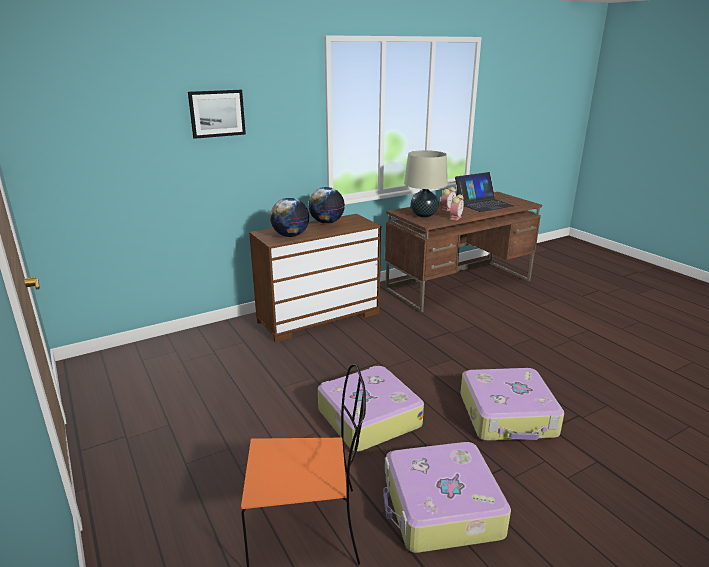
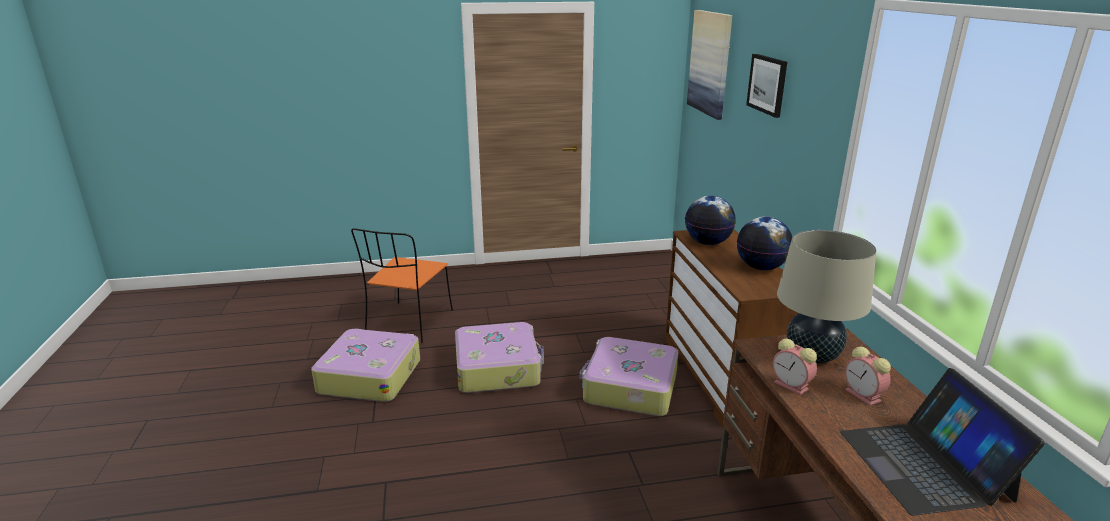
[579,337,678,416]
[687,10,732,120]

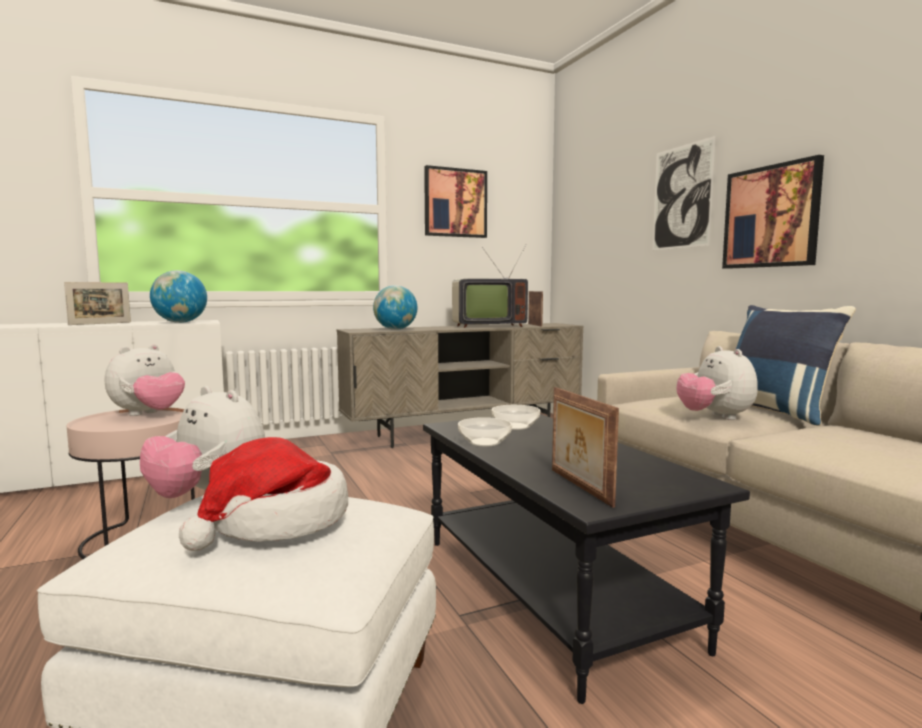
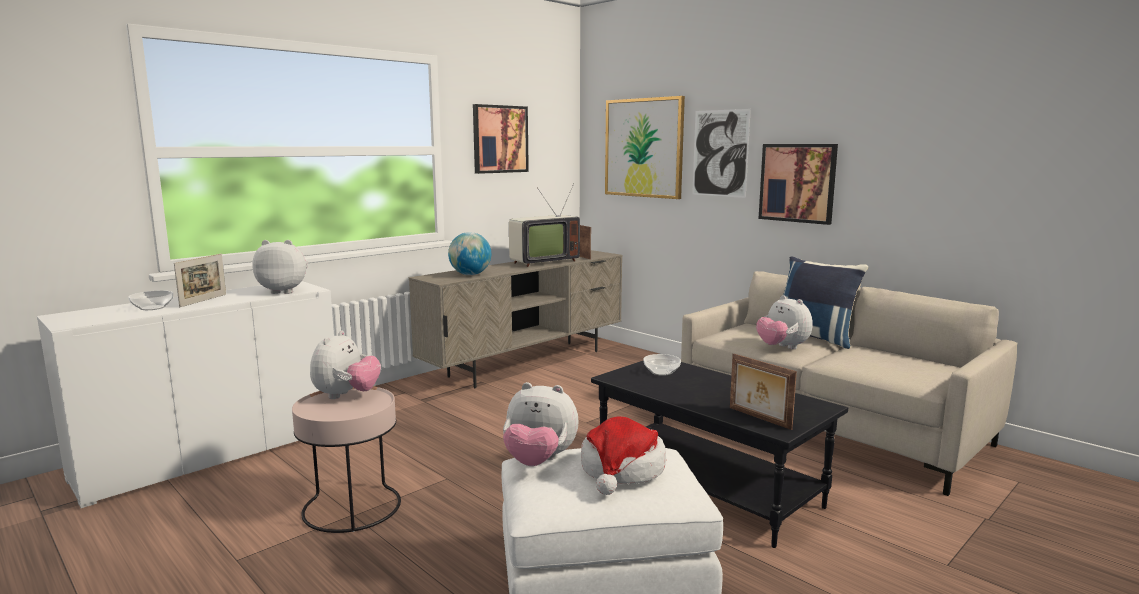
[128,290,173,310]
[252,240,308,294]
[605,96,685,199]

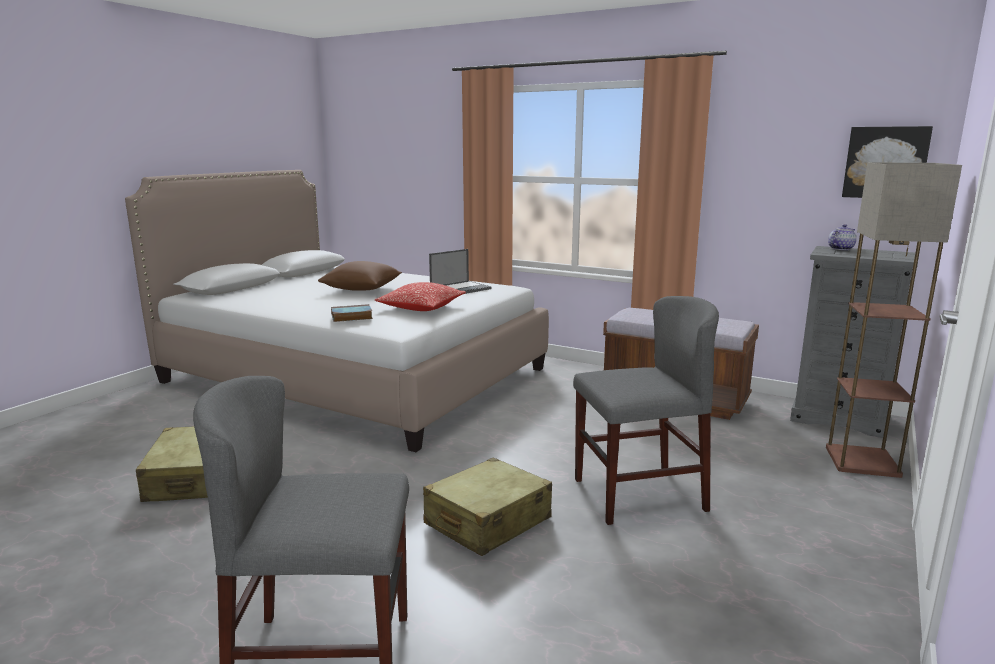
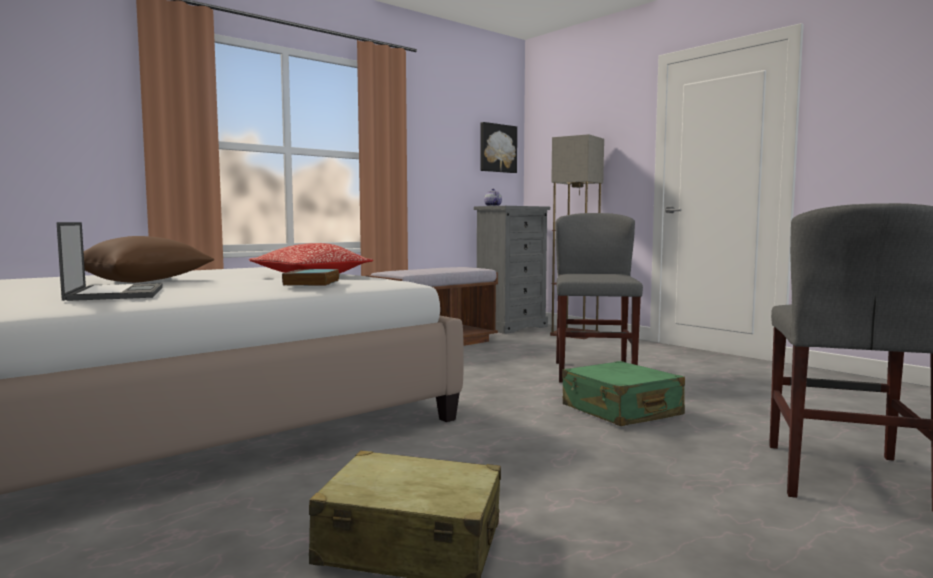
[57,222,163,301]
[562,361,685,426]

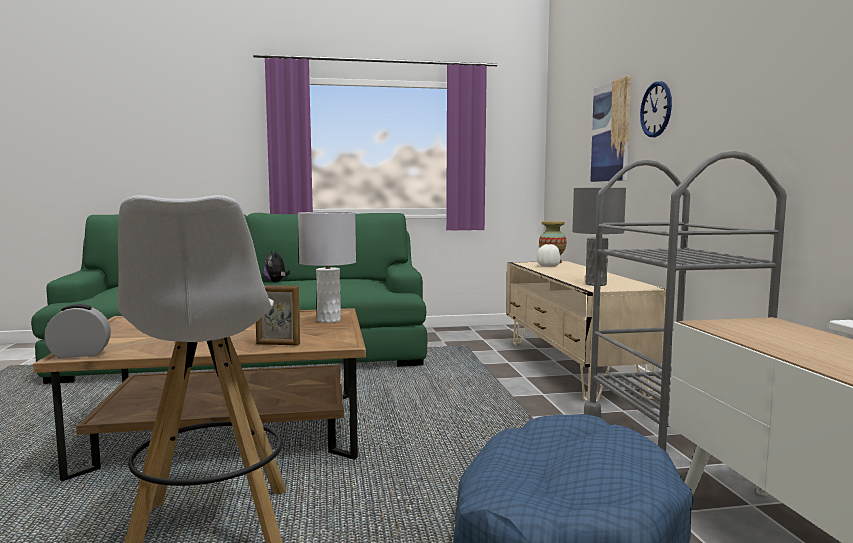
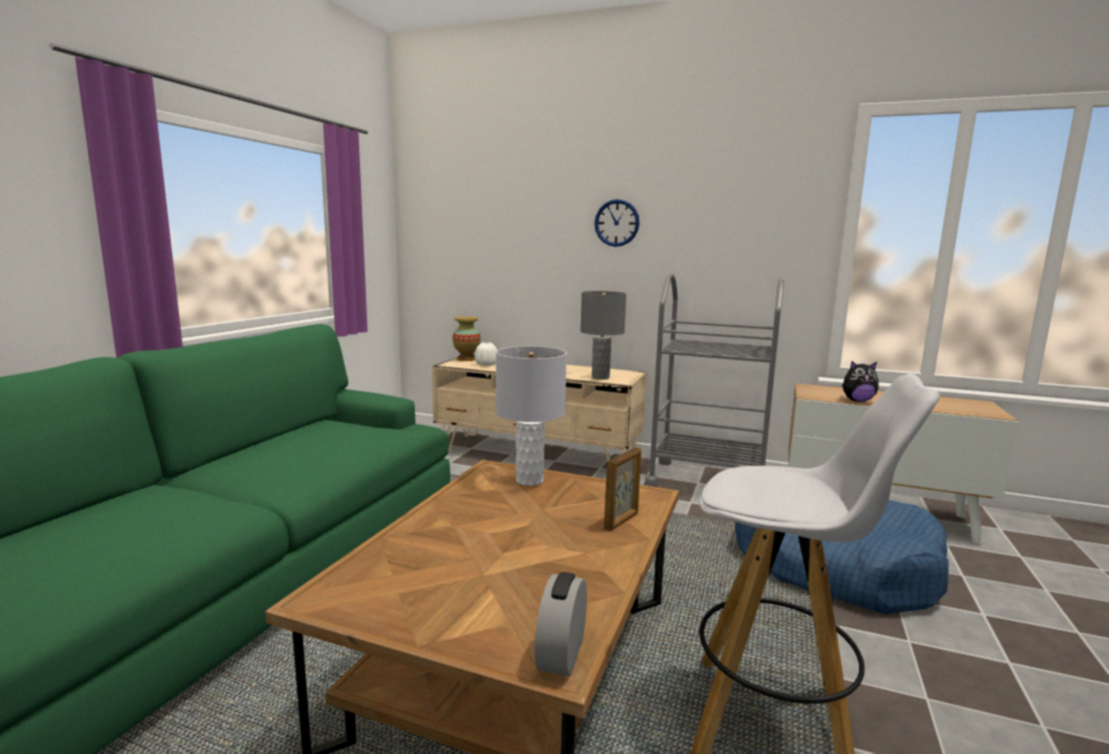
[842,361,879,402]
[590,76,631,182] (first image)

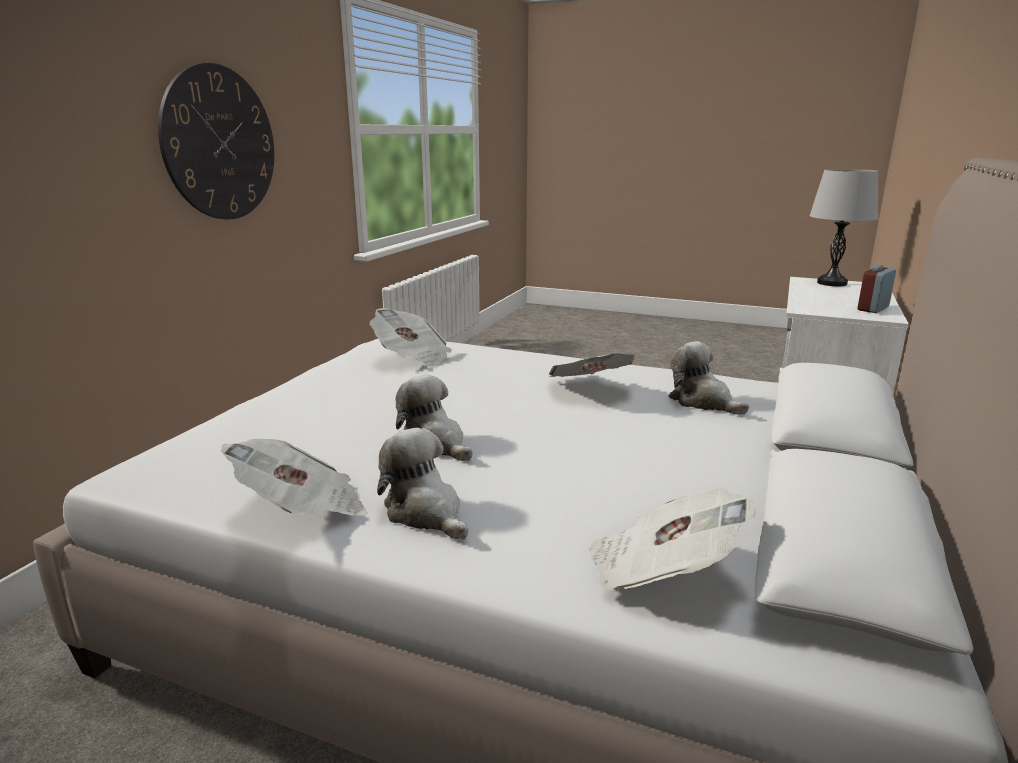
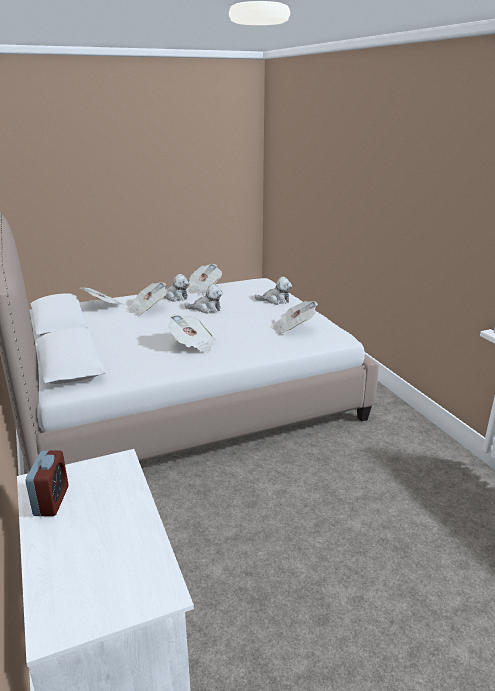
[126,282,167,314]
[254,277,292,305]
[158,63,274,219] (first image)
[809,169,878,286] (first image)

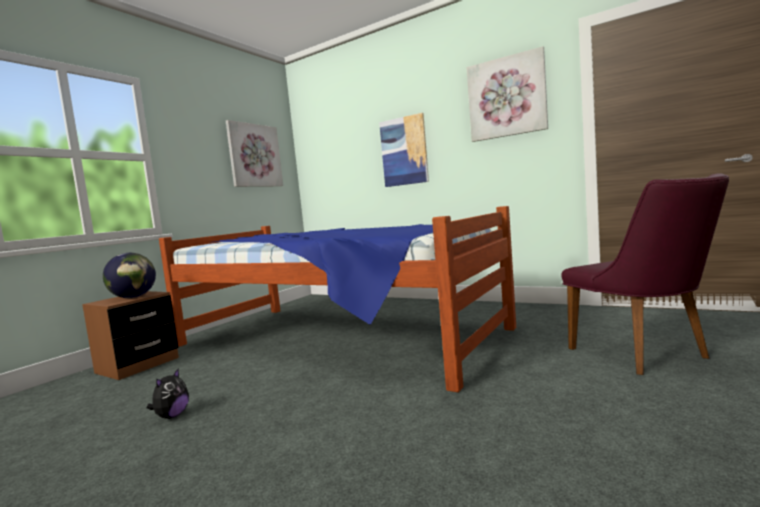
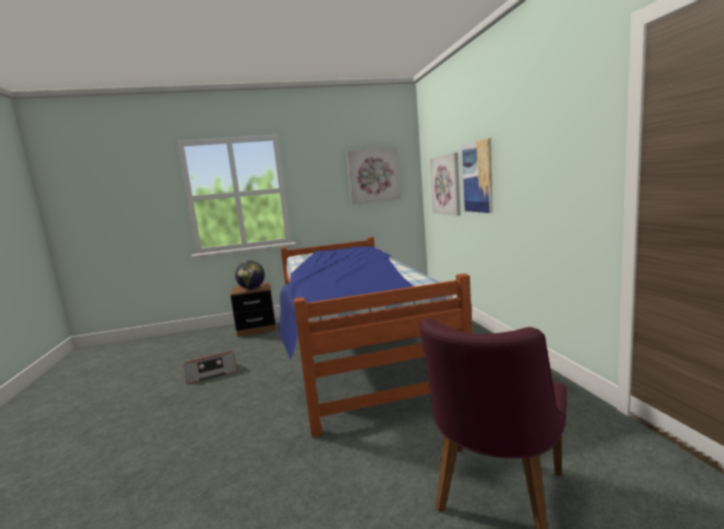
[184,351,238,384]
[430,152,461,216]

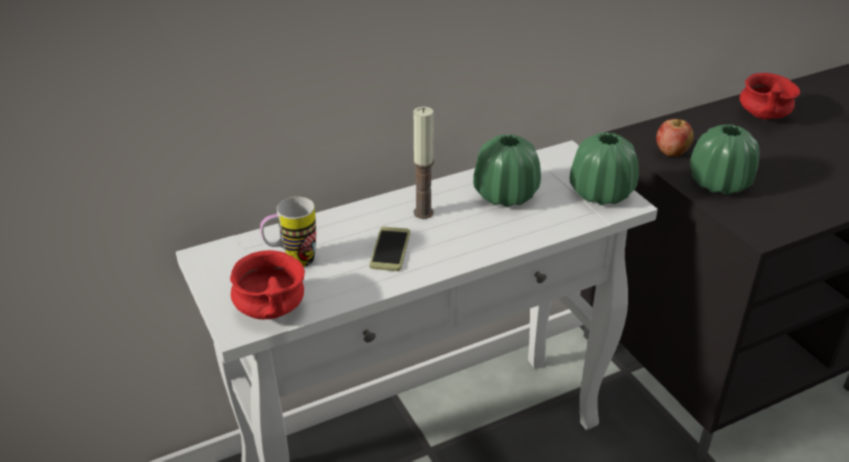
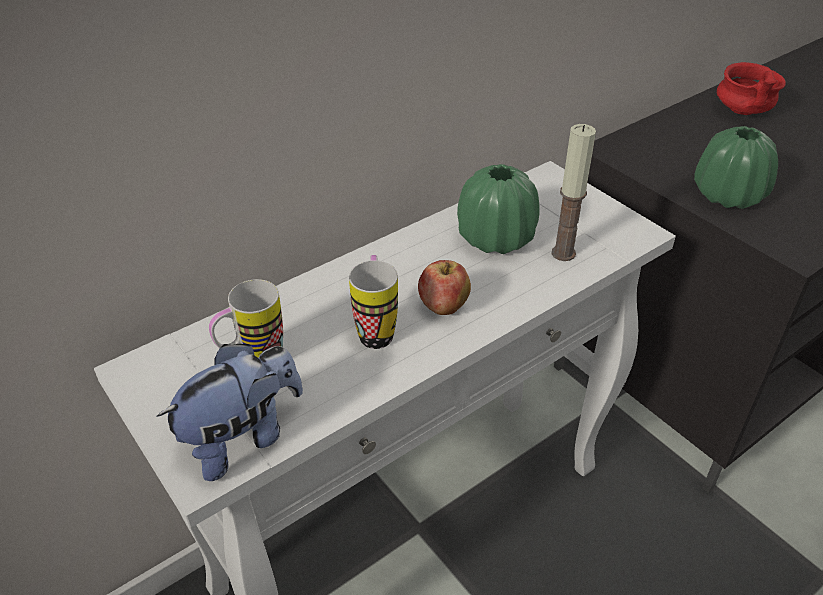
[156,344,303,481]
[349,255,398,349]
[418,260,471,315]
[551,124,596,261]
[570,132,639,205] (first image)

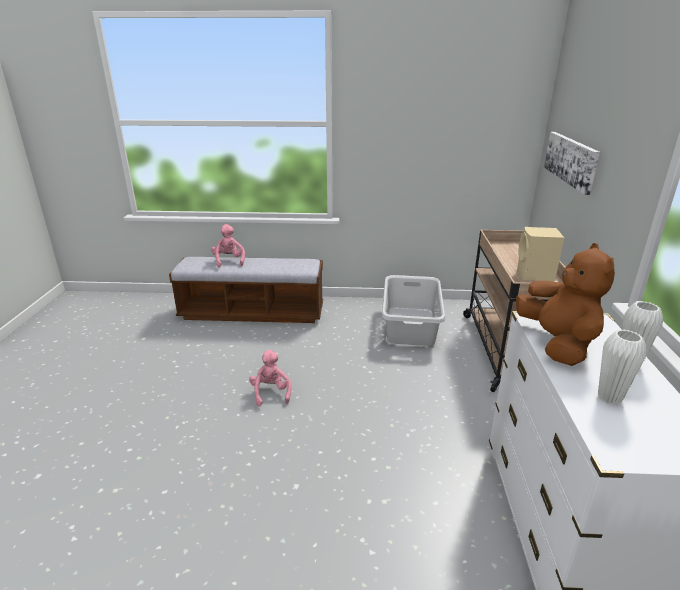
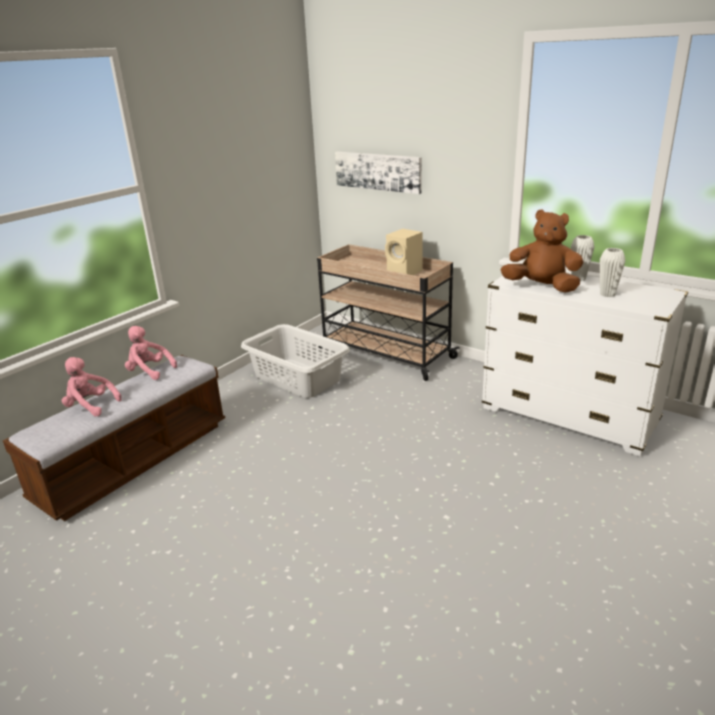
[125,326,177,380]

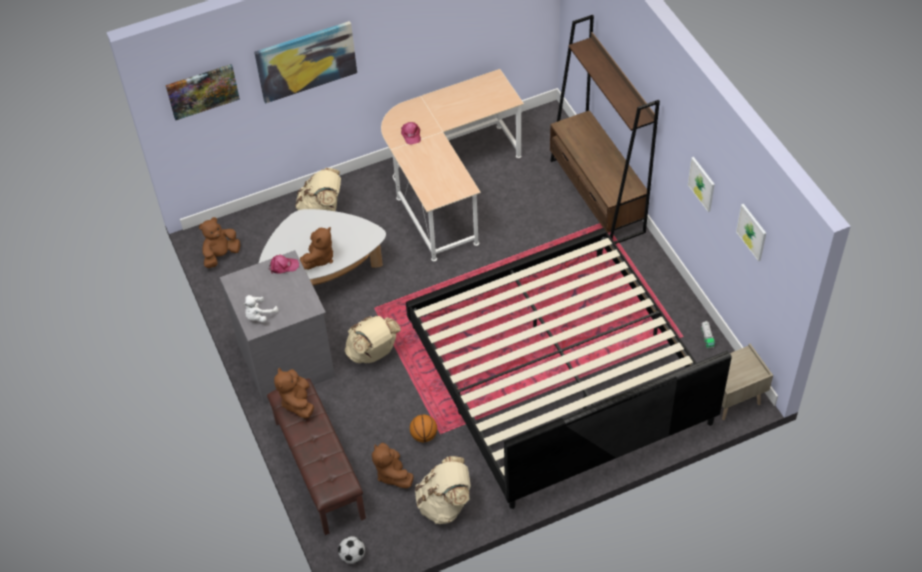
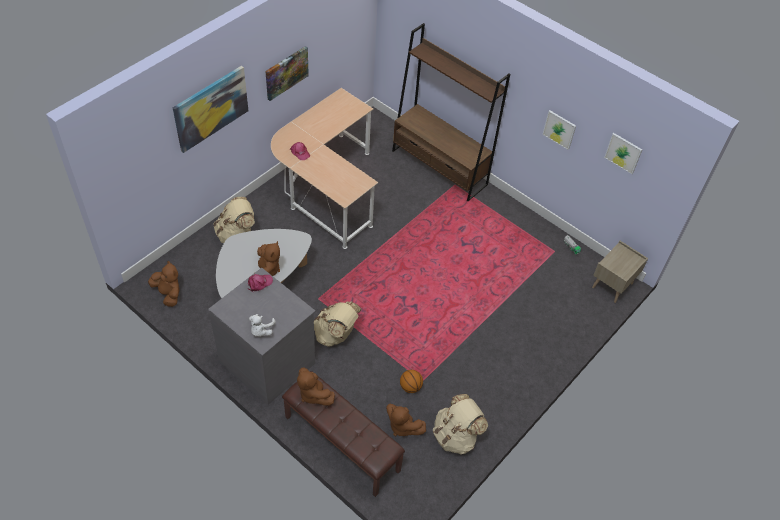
[148,261,179,307]
[265,46,309,101]
[338,536,365,564] (first image)
[406,228,732,509] (first image)

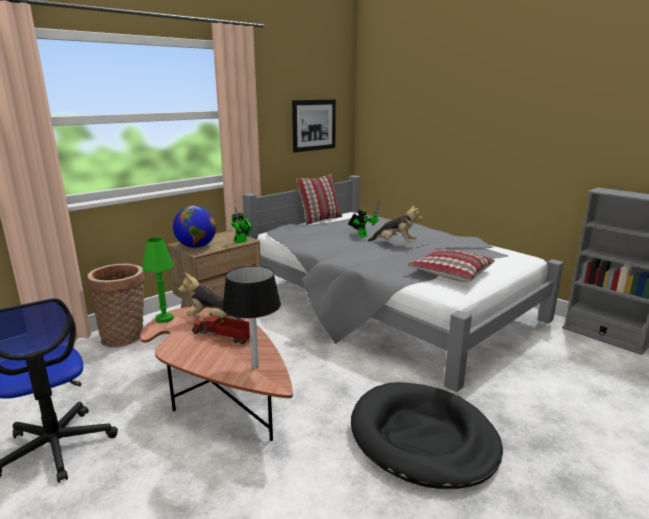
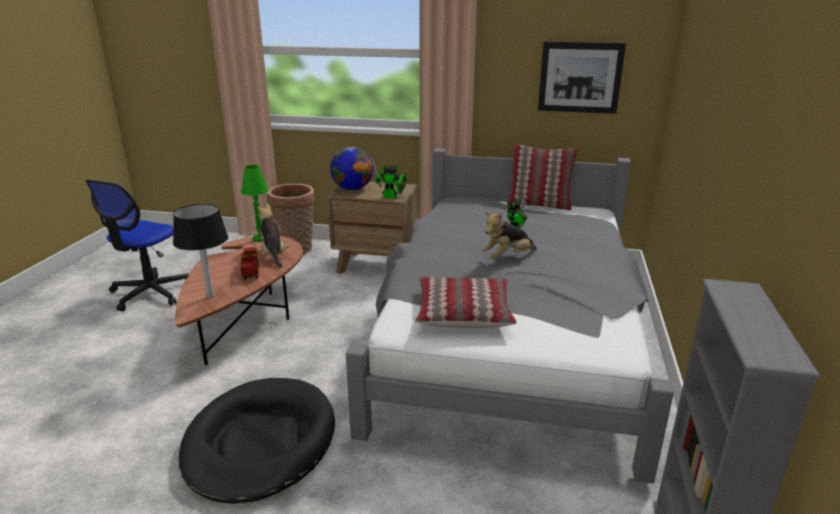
[482,212,537,259]

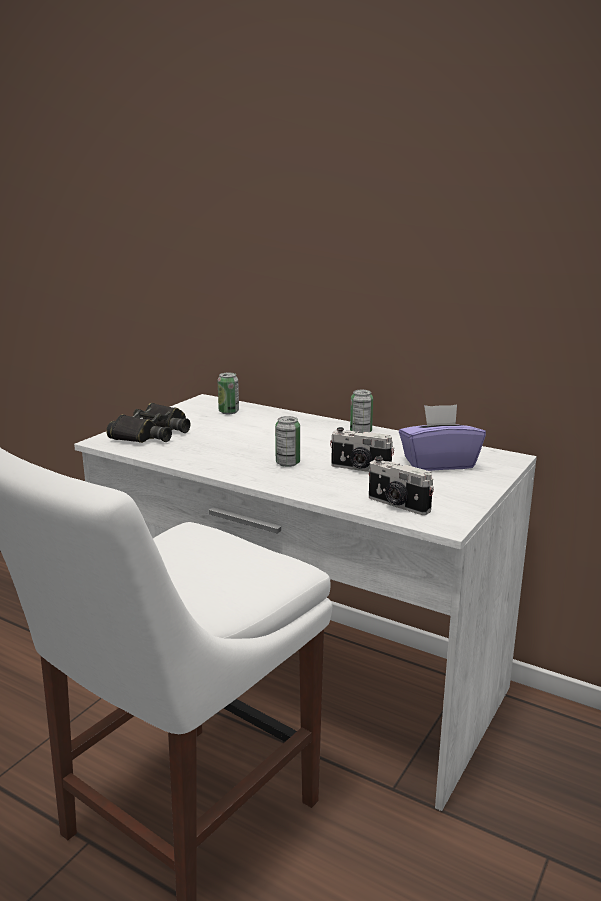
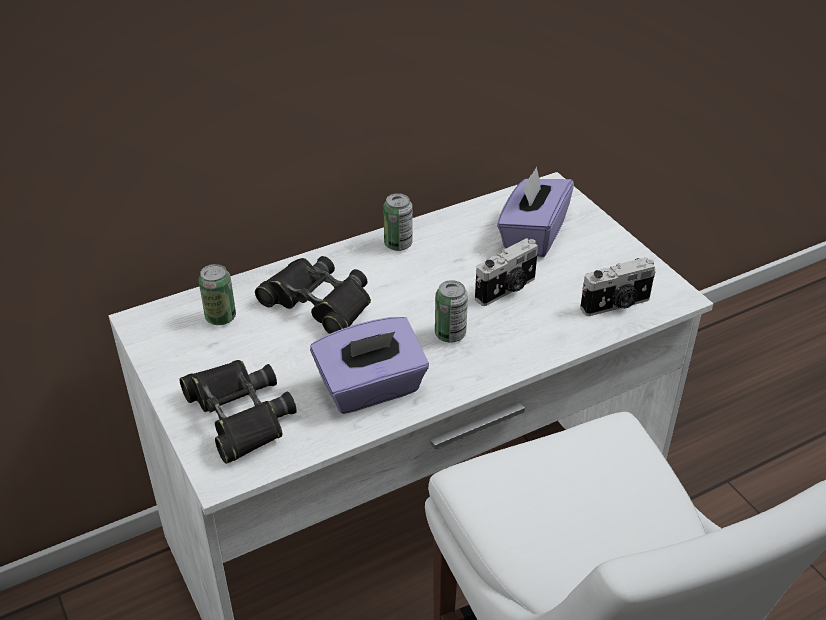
[255,256,371,334]
[310,317,429,414]

